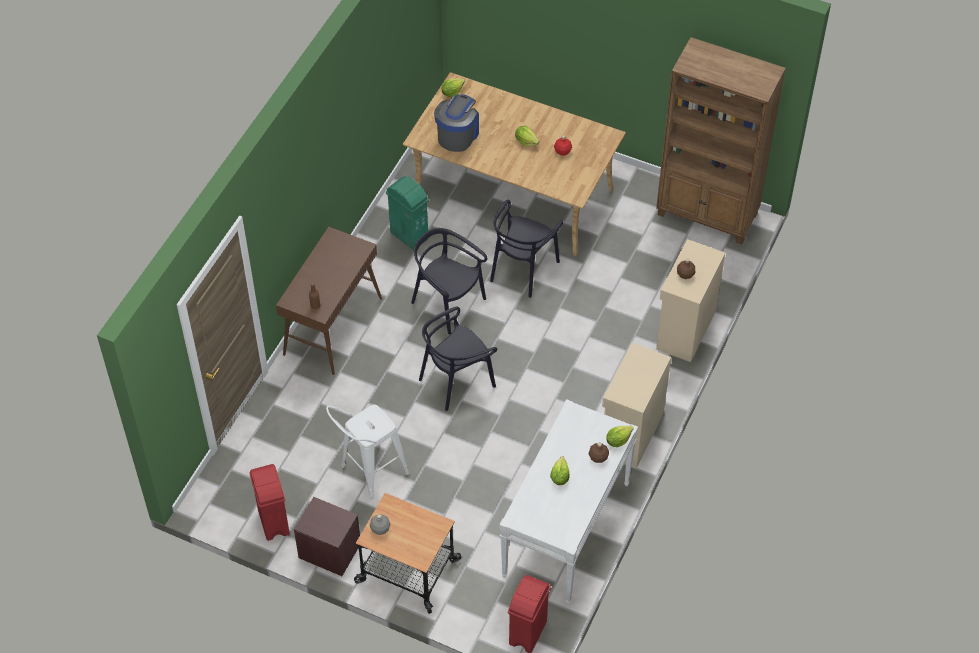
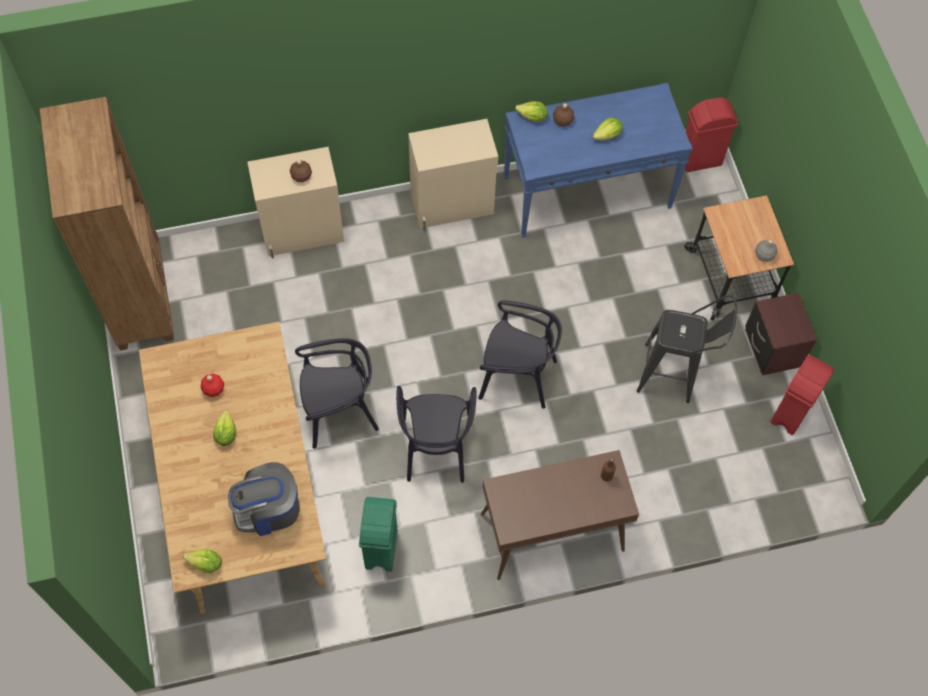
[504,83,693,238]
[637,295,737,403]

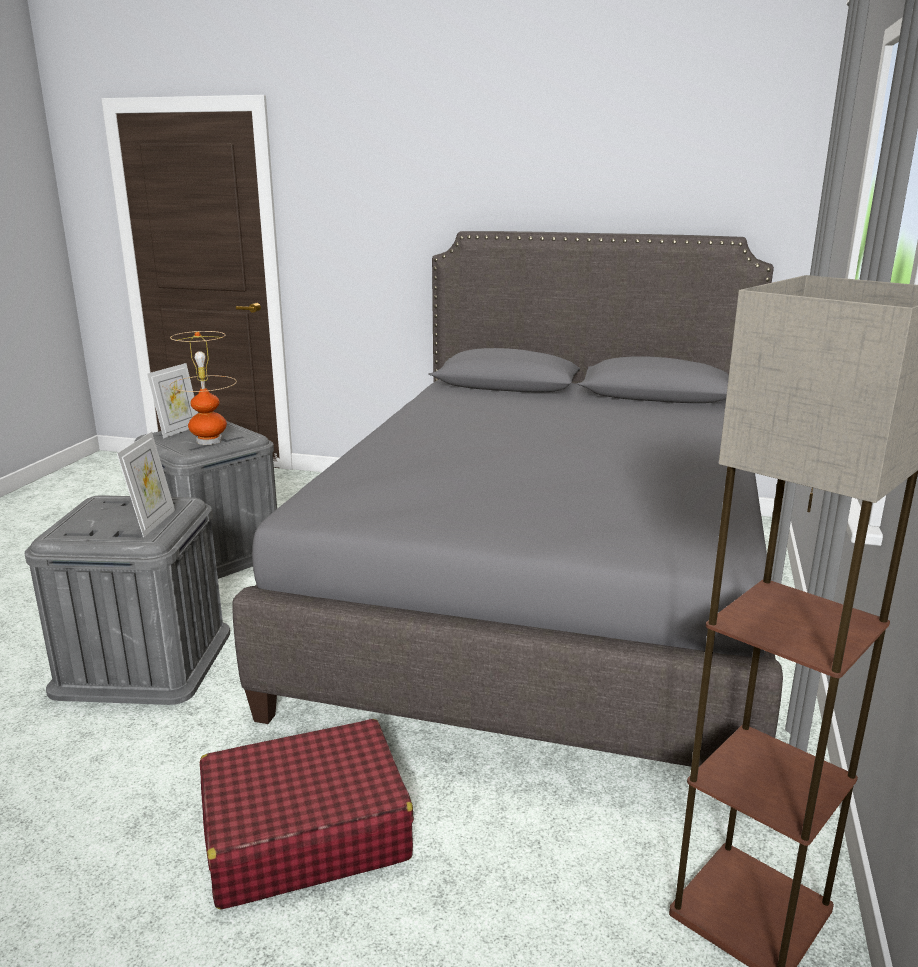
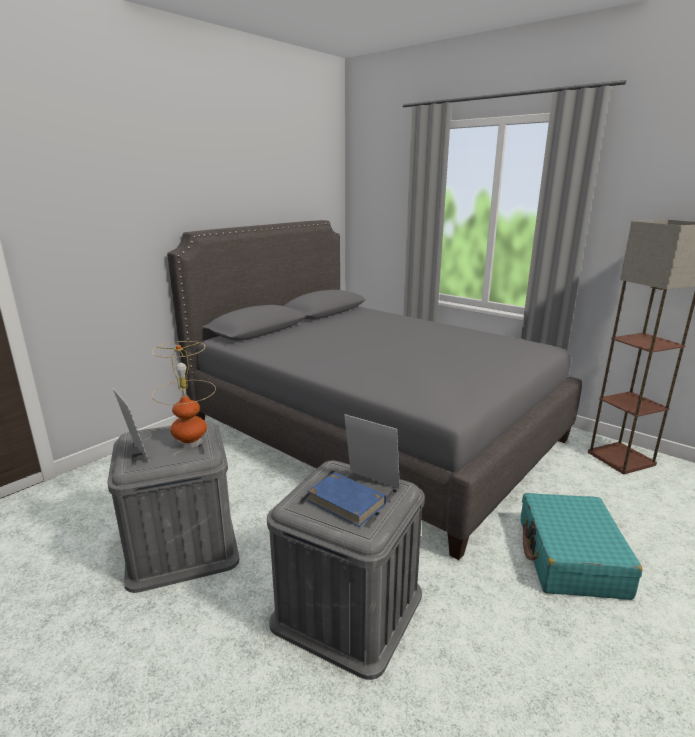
[307,472,386,527]
[521,493,642,600]

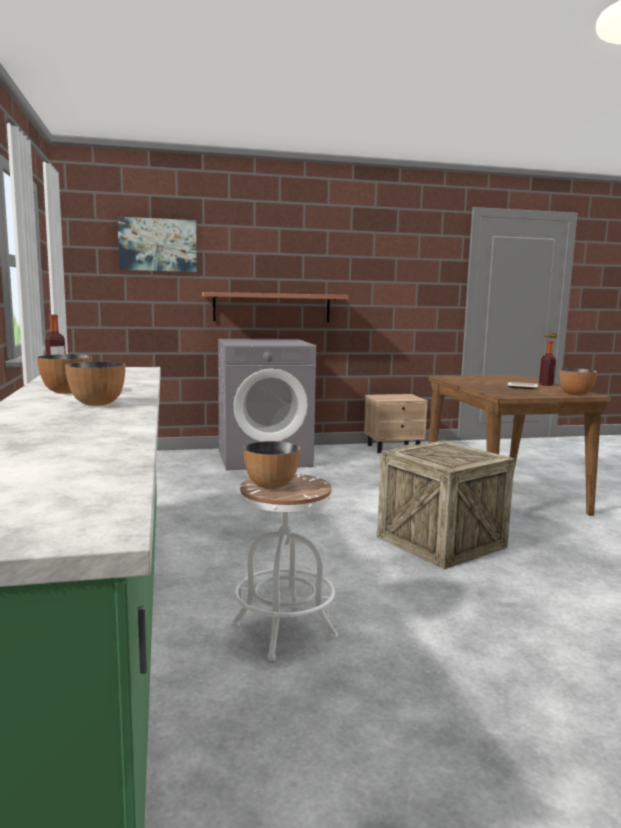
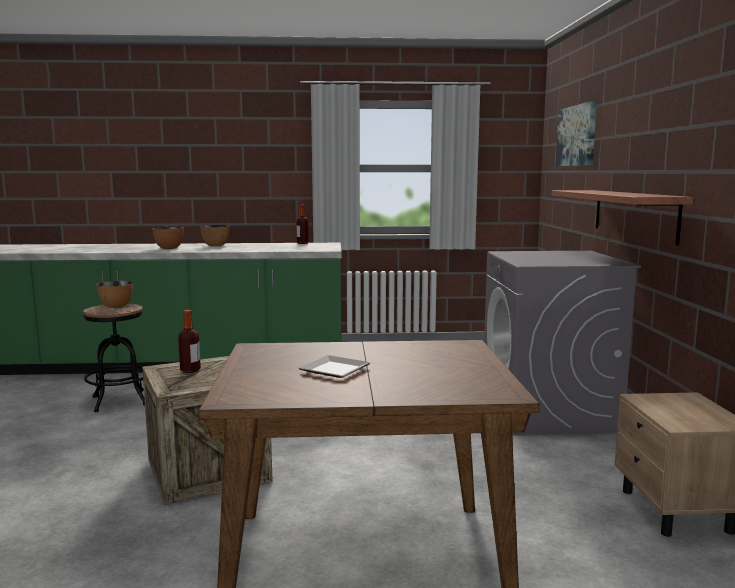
[83,304,145,412]
[178,310,201,373]
[559,368,597,396] (first image)

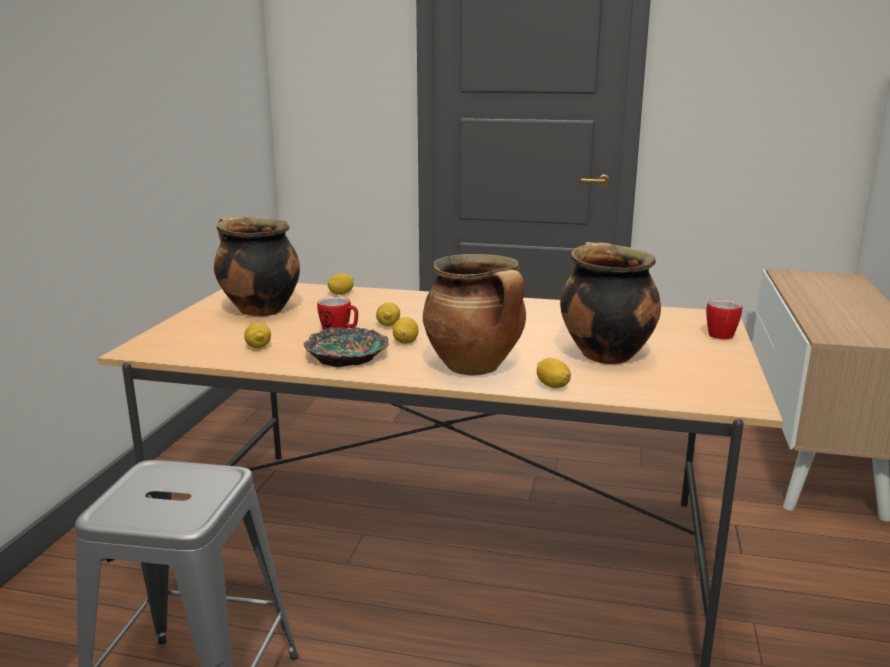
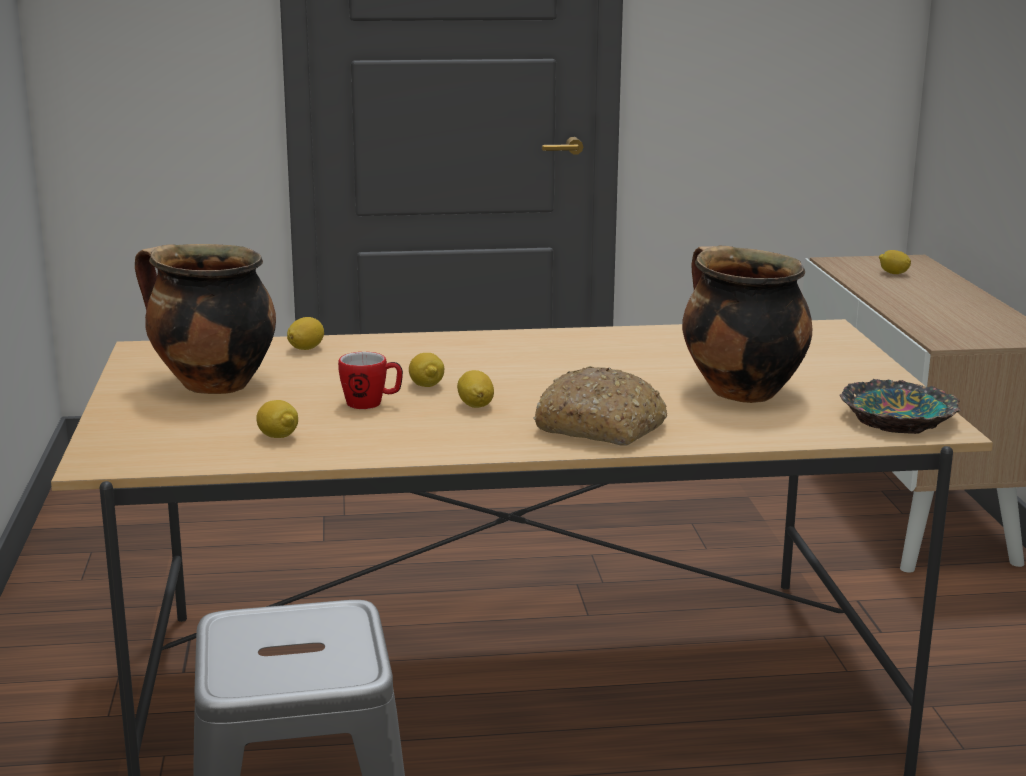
[533,366,667,445]
[839,379,961,434]
[879,250,911,274]
[706,299,742,339] (first image)

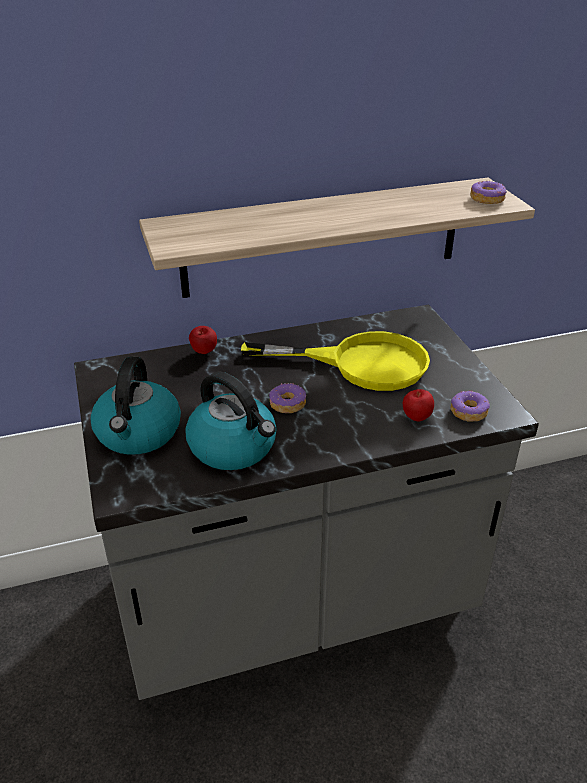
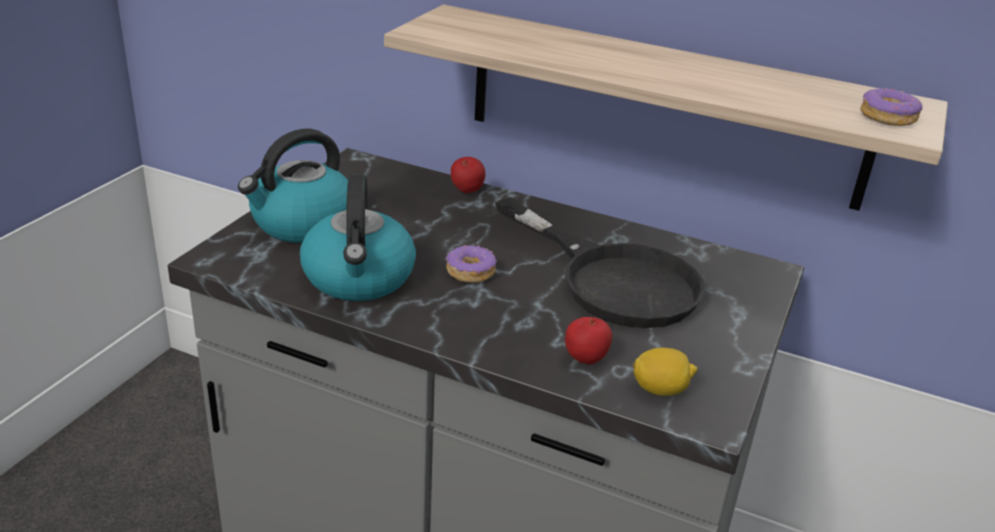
[495,197,705,328]
[633,348,697,396]

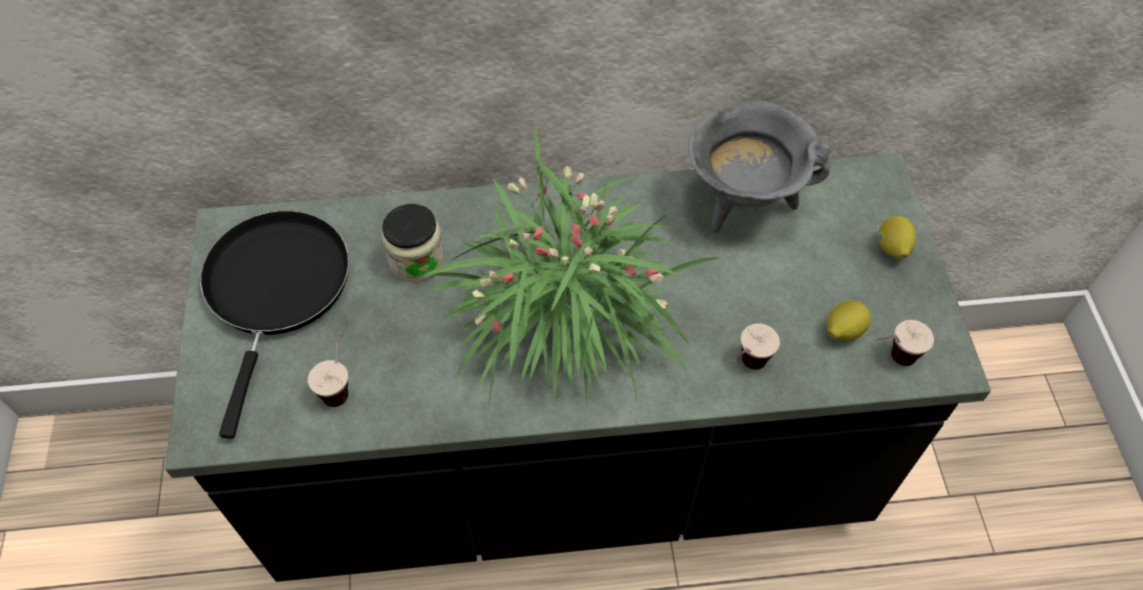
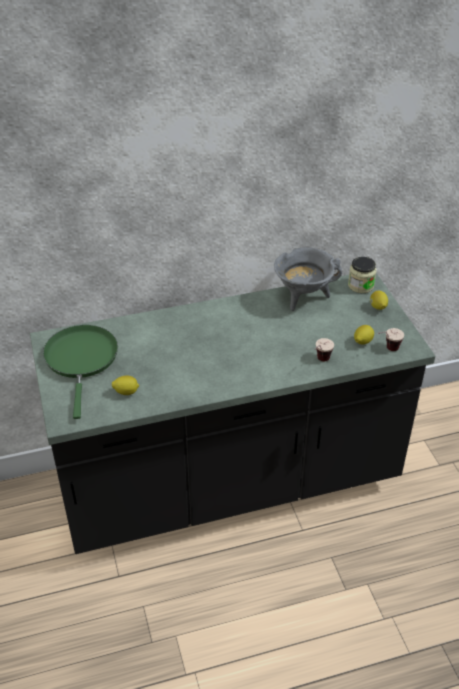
[43,325,118,419]
[112,375,139,395]
[348,257,377,293]
[420,125,718,409] (first image)

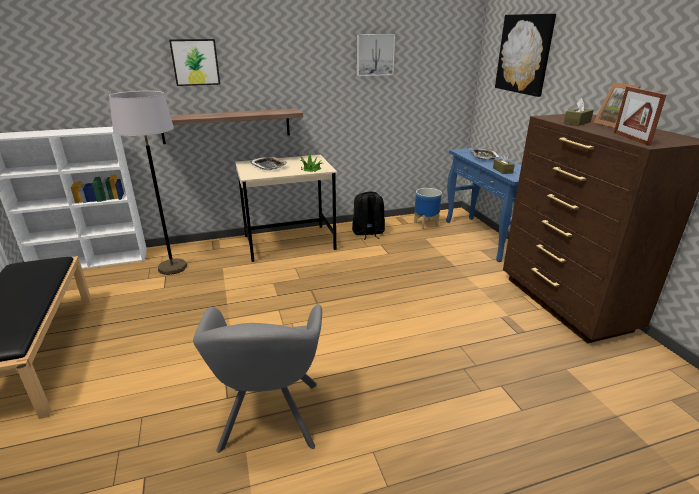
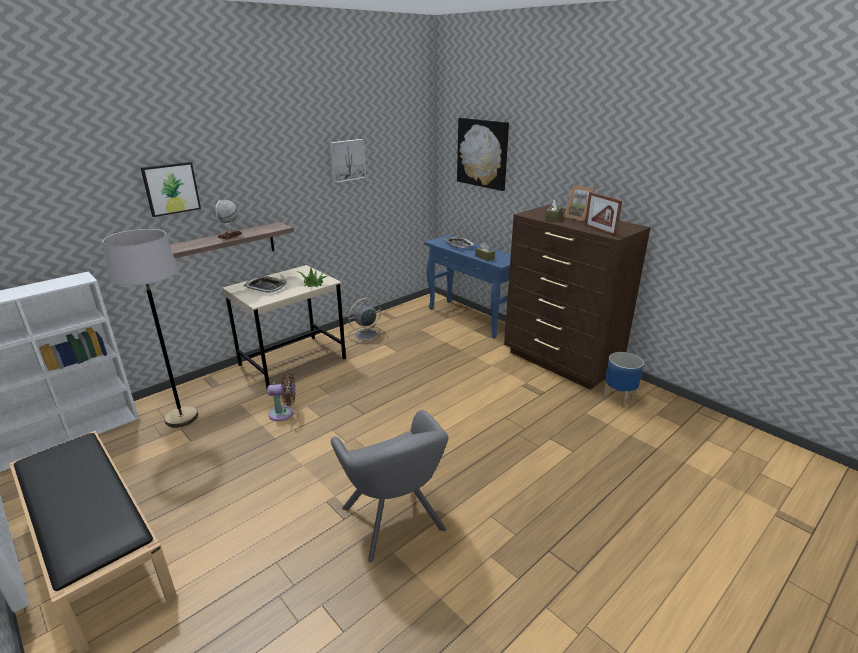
[214,200,243,240]
[267,373,295,421]
[348,298,385,344]
[603,352,644,408]

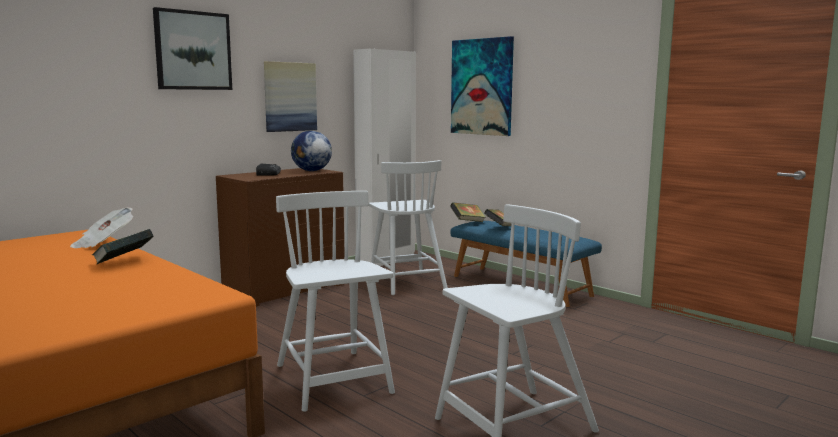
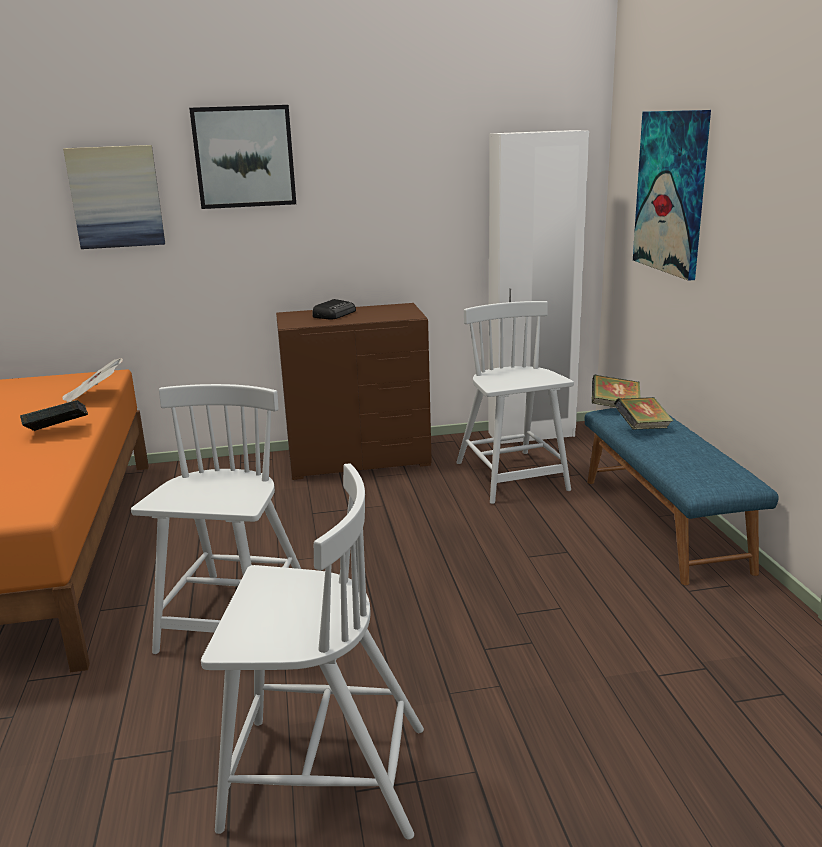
[63,145,165,249]
[456,301,574,504]
[291,131,332,171] (first image)

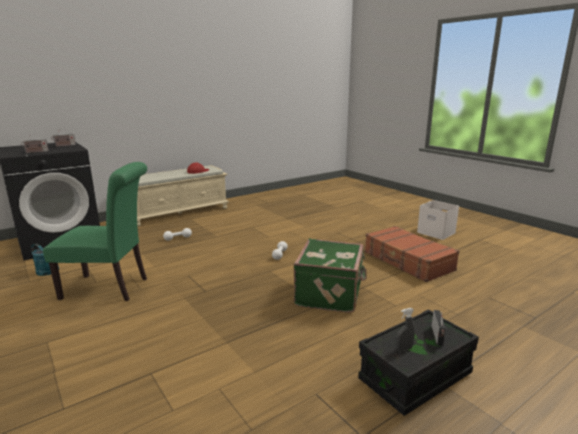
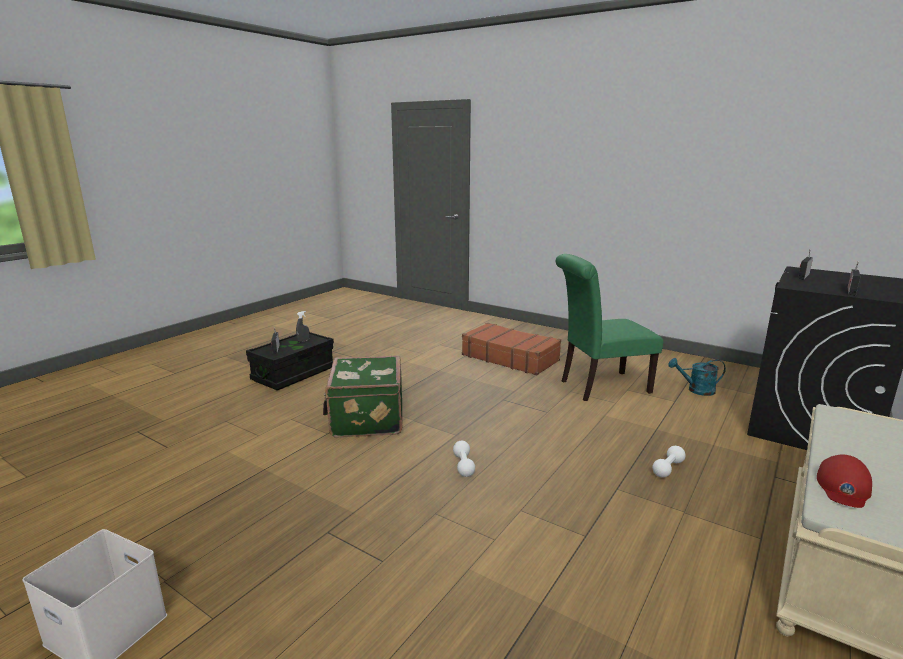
[462,323,561,375]

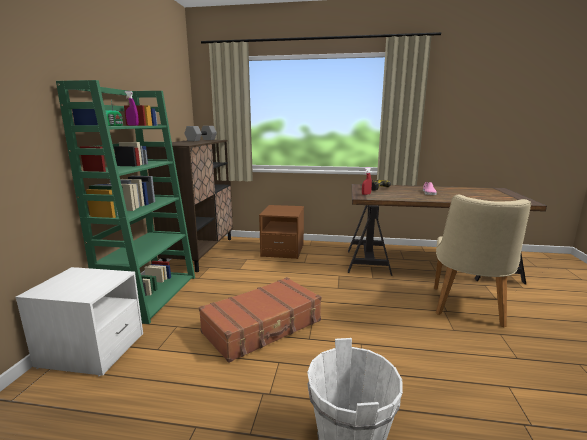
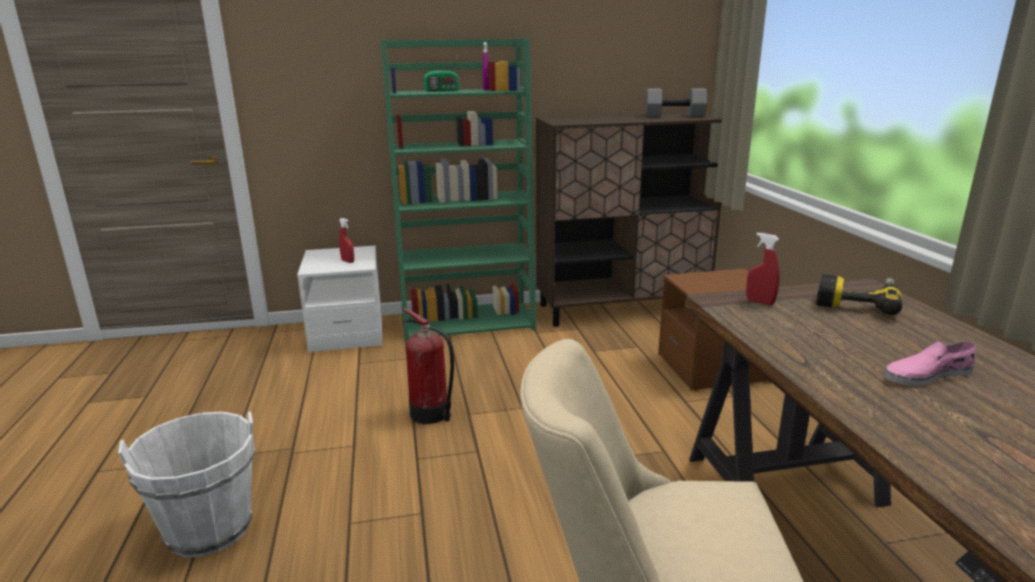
[339,218,354,263]
[403,308,454,424]

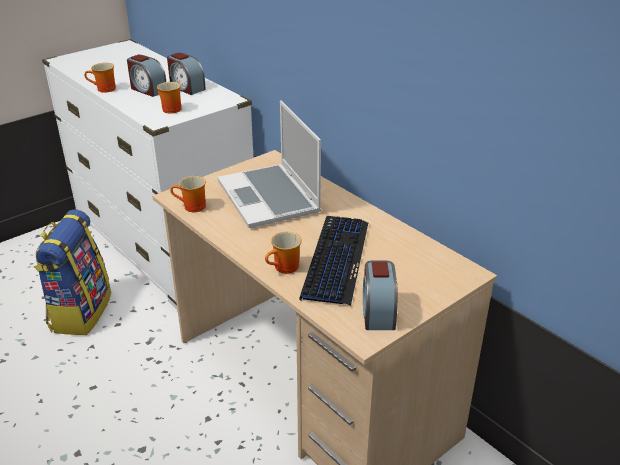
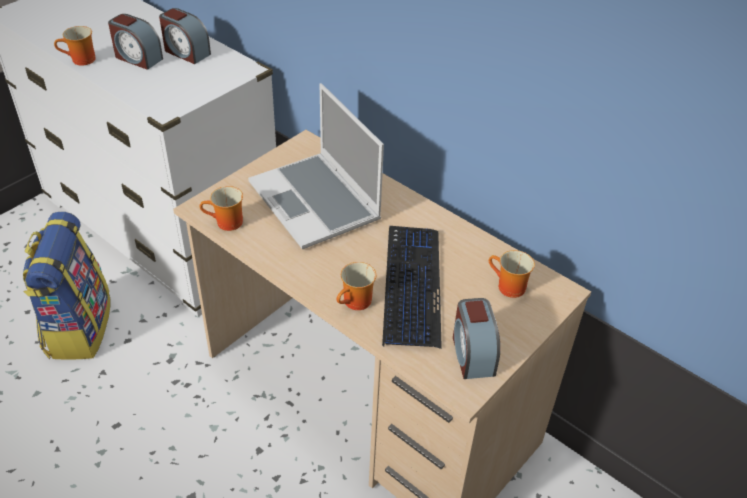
[489,250,535,298]

